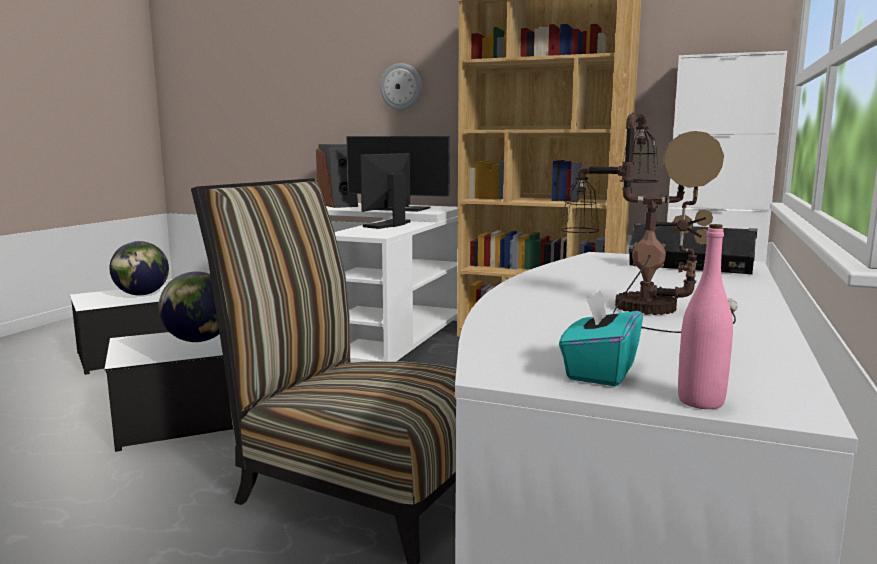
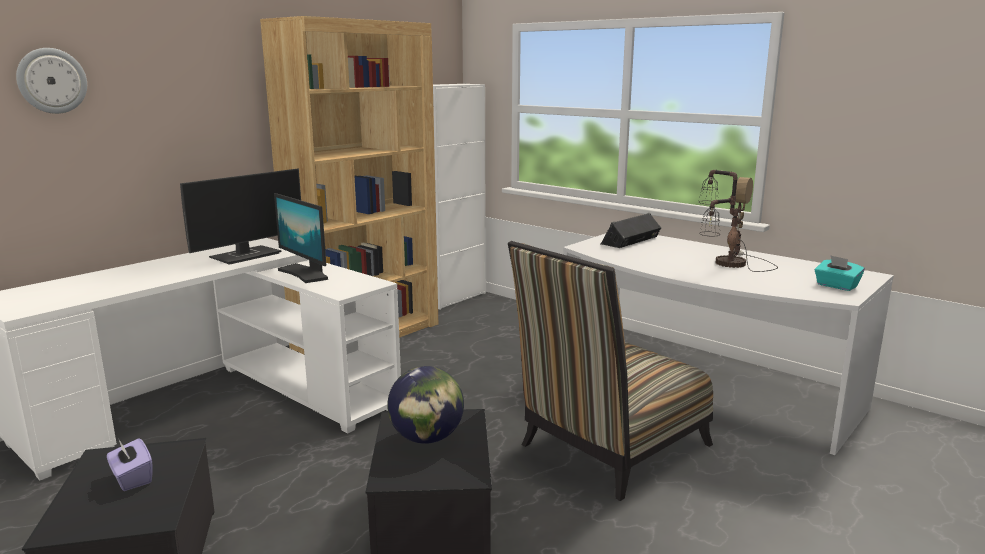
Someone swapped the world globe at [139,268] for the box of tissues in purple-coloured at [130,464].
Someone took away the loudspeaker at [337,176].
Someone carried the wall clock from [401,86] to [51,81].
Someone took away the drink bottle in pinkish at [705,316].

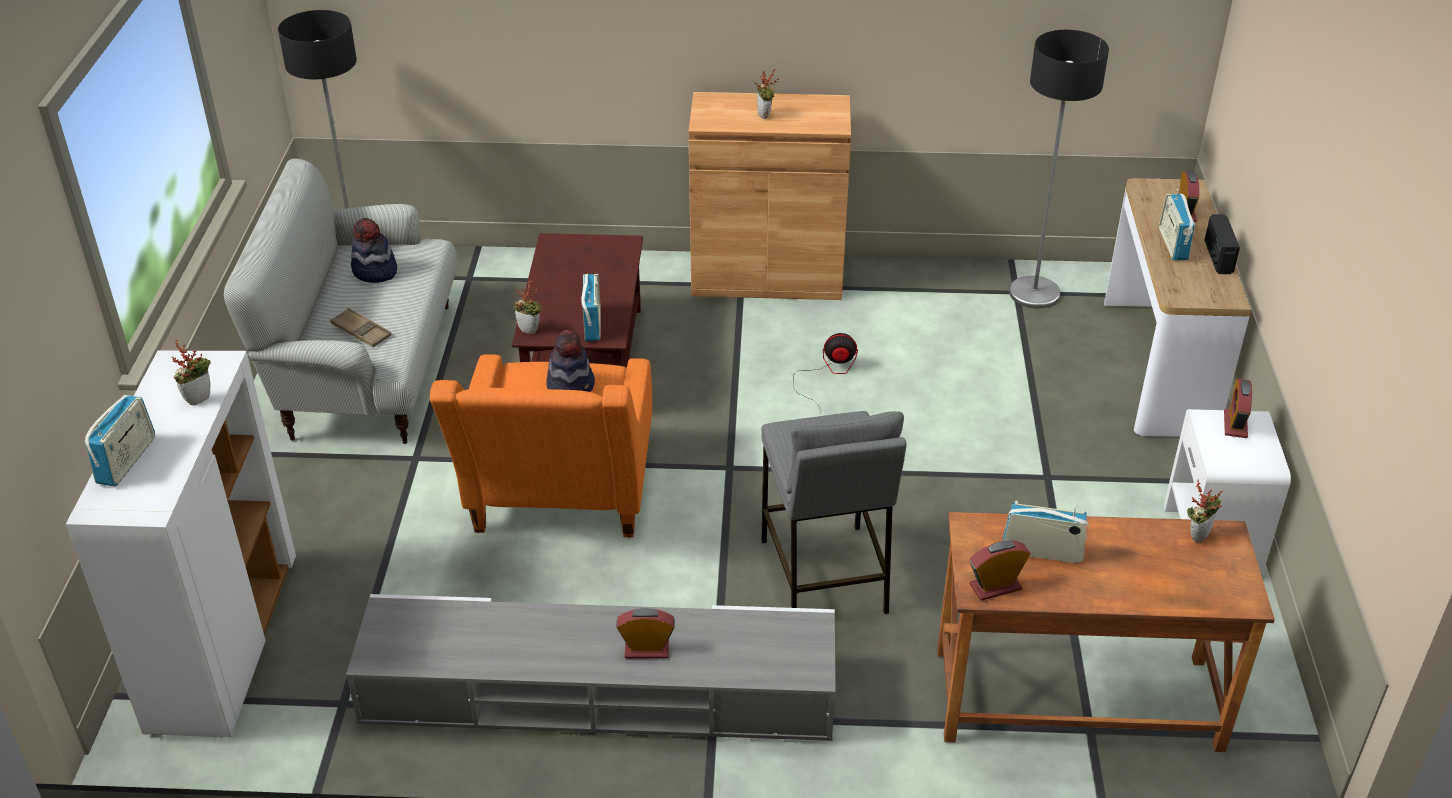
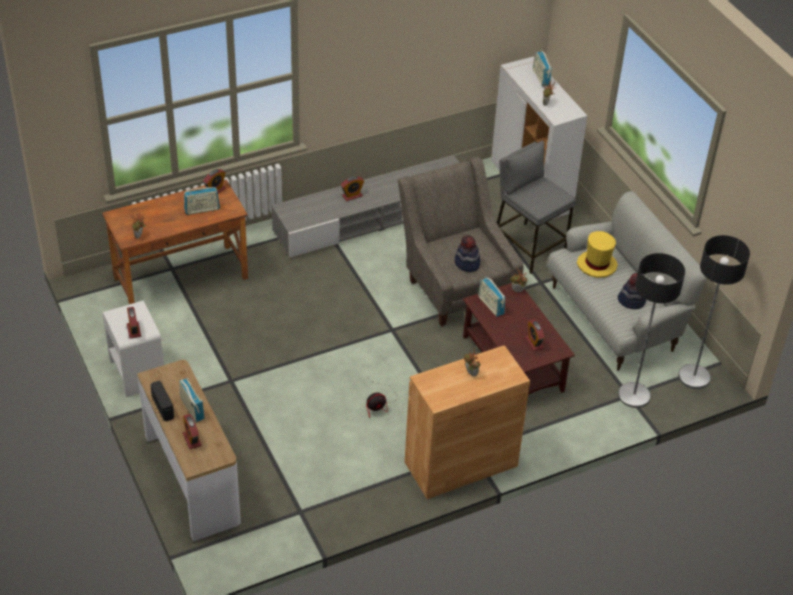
Someone swapped the serving tray in brownish at [360,327] for the hat in yellow at [597,254].
Someone repainted the lounge chair in orange-coloured at [541,445], which became the lounge chair in gray at [461,241].
Someone carried the stool seat in gray from [833,512] to [536,207].
Someone carried the floor lamp from [1059,169] to [651,330].
Someone put down the table clock at [535,335].

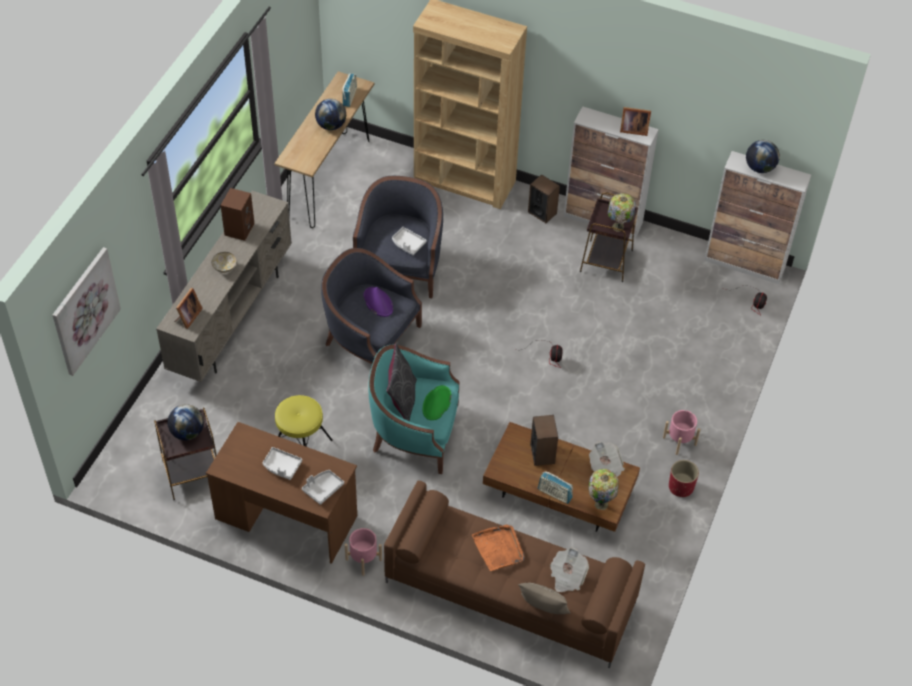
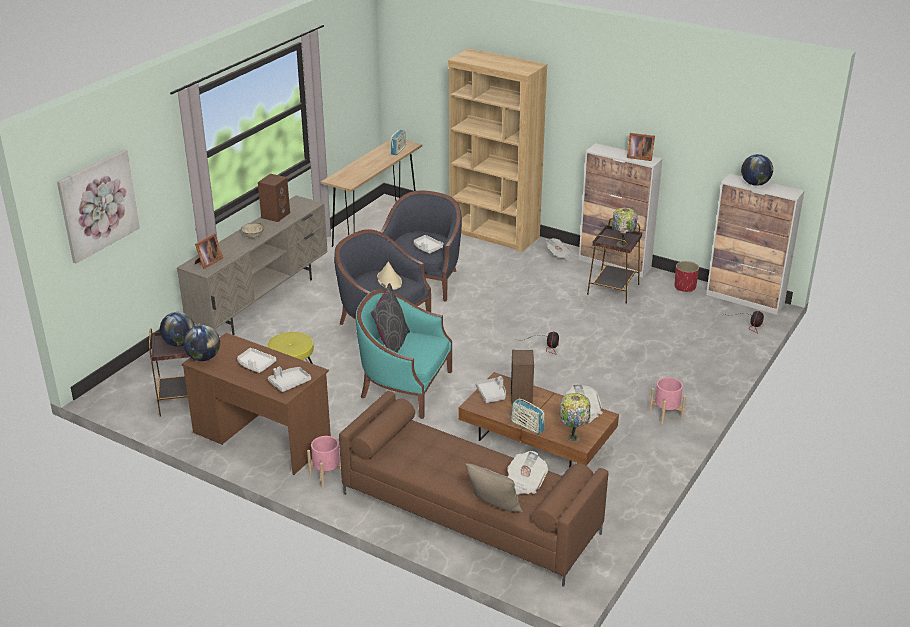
Someone carried the world globe from [330,114] to [201,343].
Someone repainted the hat in purple-coloured at [378,302], which became the hat in beige at [389,276].
Someone took away the hat in green at [437,402].
Someone took away the serving tray in orange-coloured at [498,548].
Someone swapped the loudspeaker at [544,198] for the daily paper at [559,249].
Someone carried the flower pot in red from [684,478] to [686,276].
Someone put down the serving tray in gray at [490,389].

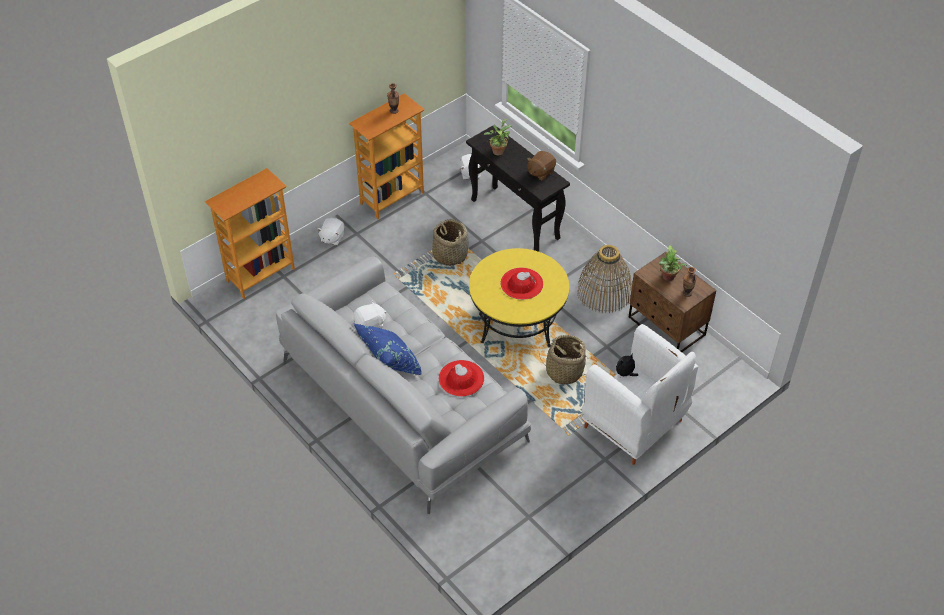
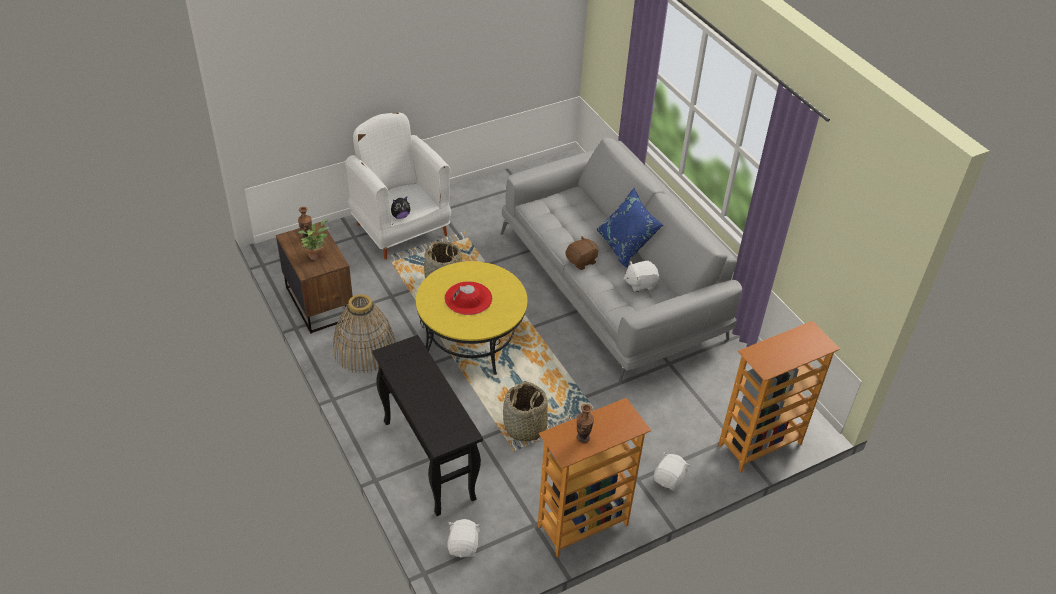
Someone took away the hat in red at [461,378].
Someone took away the potted plant at [498,137].
Someone carried the plush toy in brownish from [541,165] to [582,253].

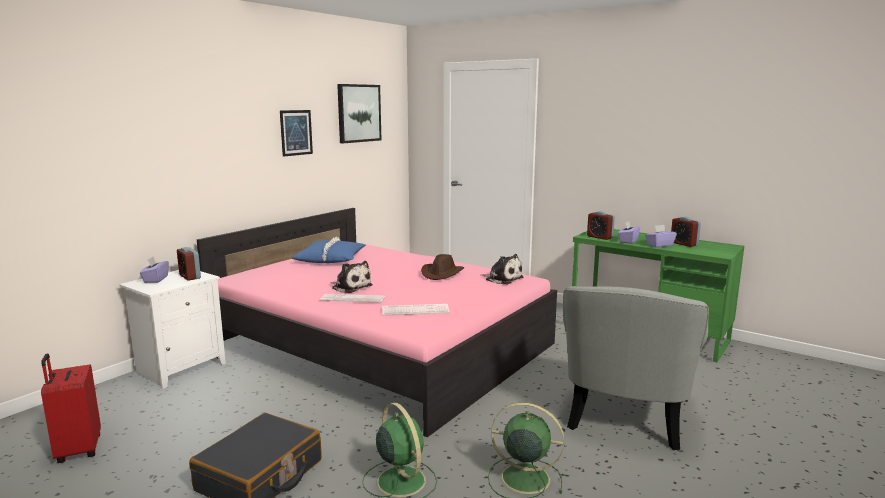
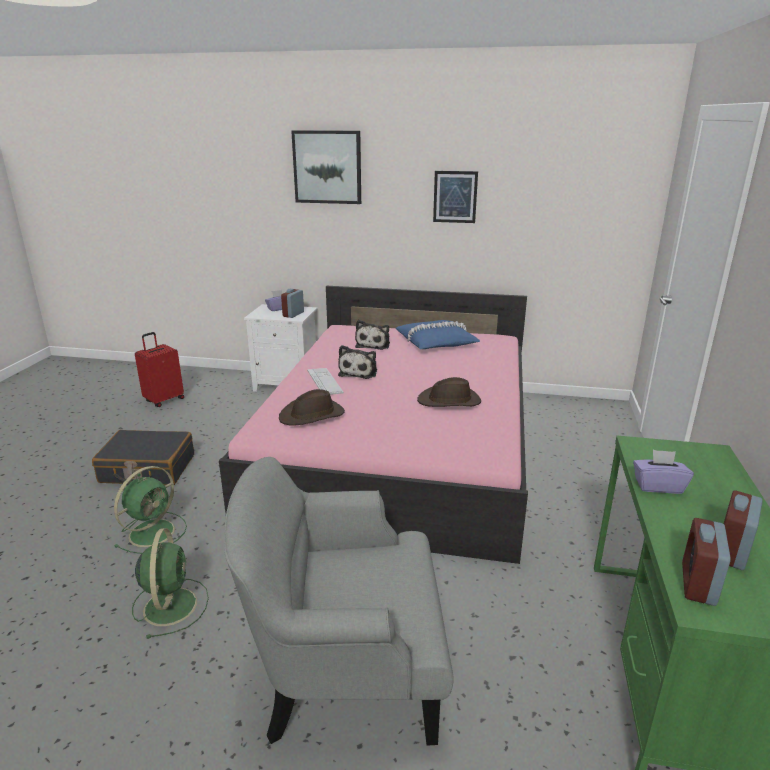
Someone carried the wall picture from [359,113] to [326,167].
Someone swapped the keyboard at [416,310] for the hat in brownish at [312,407].
Someone carried the plush toy from [502,269] to [372,335].
Someone carried the table clock from [601,225] to [706,562].
Someone took away the box of tissues in purple-coloured at [661,236].

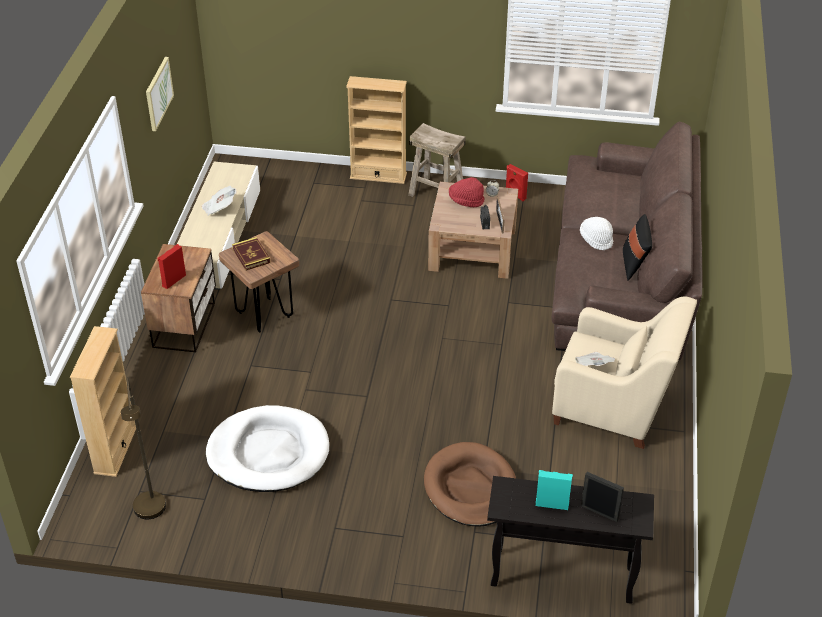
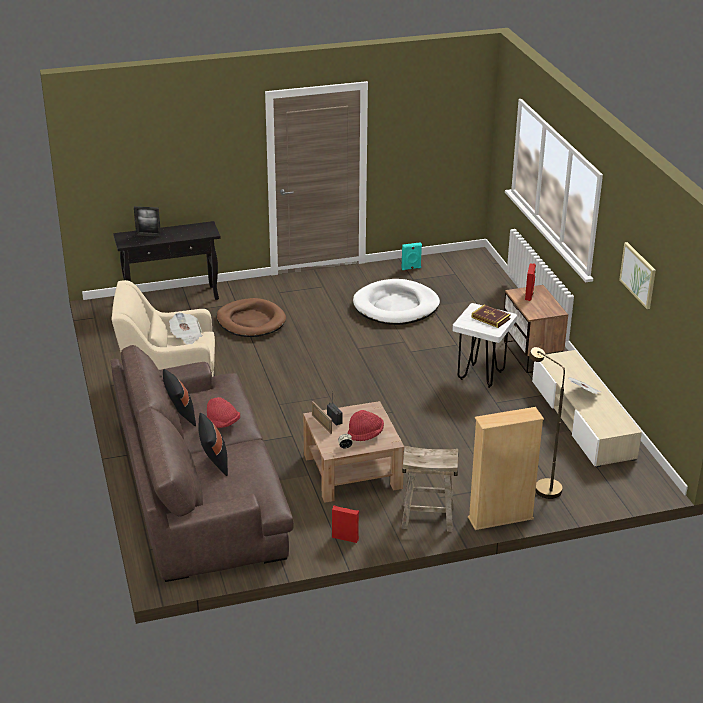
Someone took away the bookshelf in beige at [103,401].
Someone carried the floor lamp in brownish from [143,448] to [547,423].
Someone repainted the stool seat in brownish at [259,281], which became the stool seat in white-coloured at [484,345].
Someone carried the loudspeaker in turquoise-coloured from [554,490] to [412,256].
Someone repainted the hat in white-coloured at [596,233], which became the hat in red at [223,412].
Someone put down the throw pillow in black-coloured at [213,444].

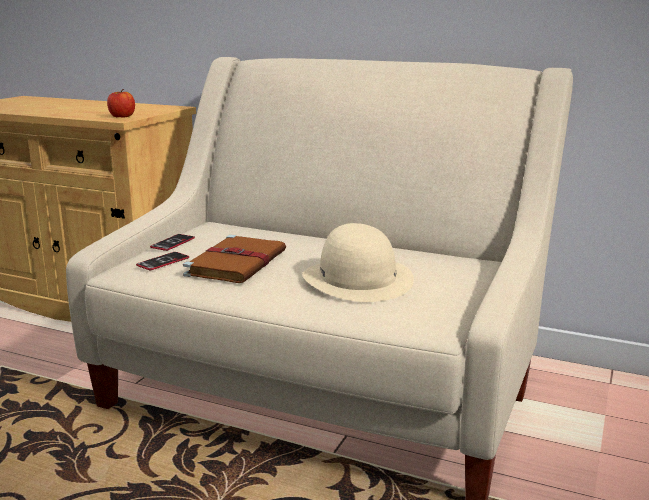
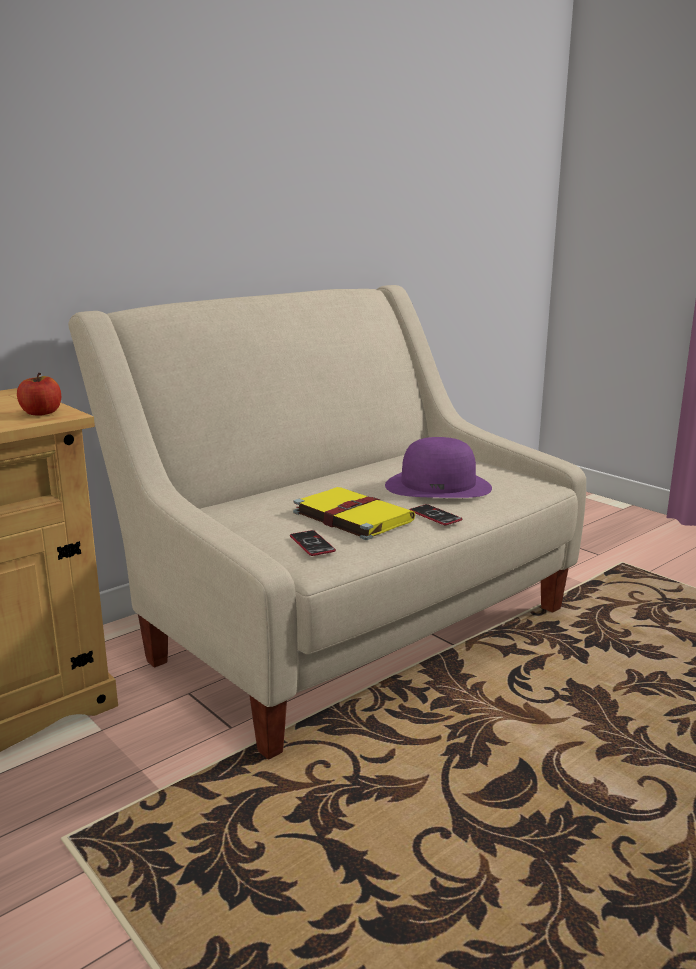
Someone carried the phone from [172,242] to [436,514].
Someone repainted the bound book in brownish at [234,259], which became the bound book in yellow at [354,513].
Someone repainted the hat in beige at [358,262], which became the hat in purple-coloured at [438,467].

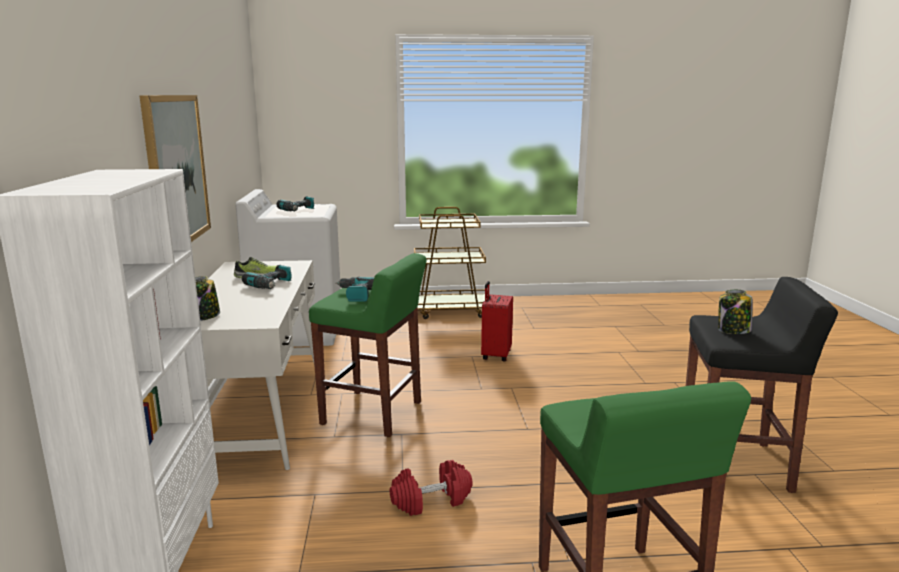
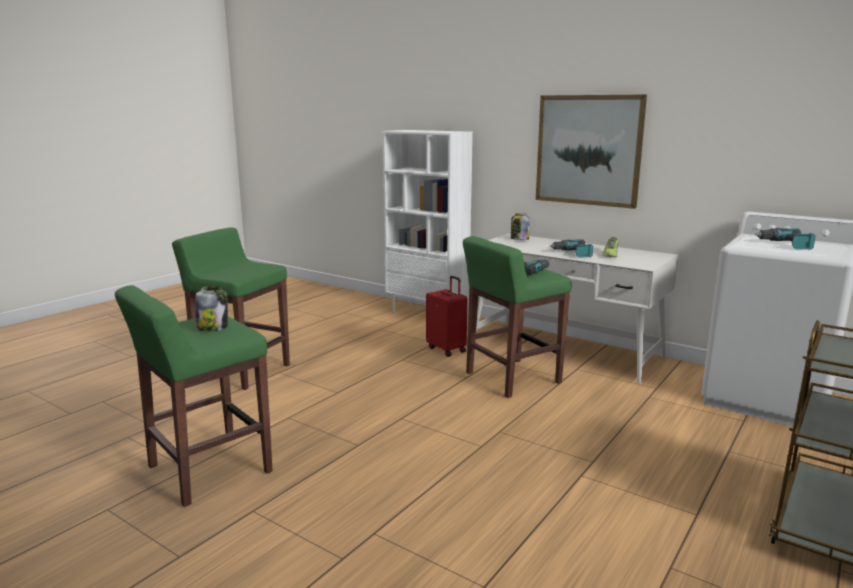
Someone took away the hand weight in red at [431,488].
Someone carried the piece of luggage in red from [497,321] to [446,316].
Someone repainted the stool seat in black-coloured at [762,385], which became the stool seat in green at [194,396].

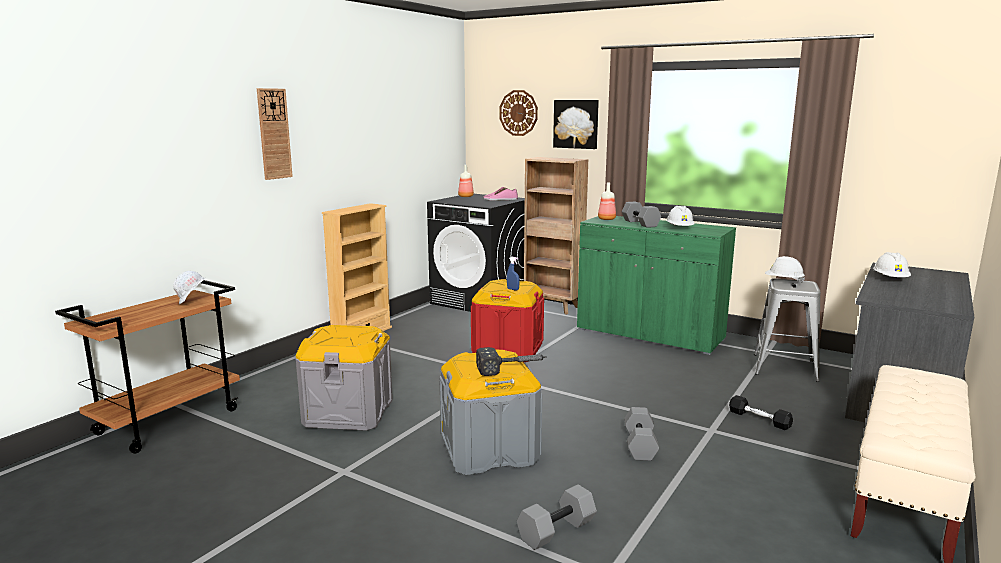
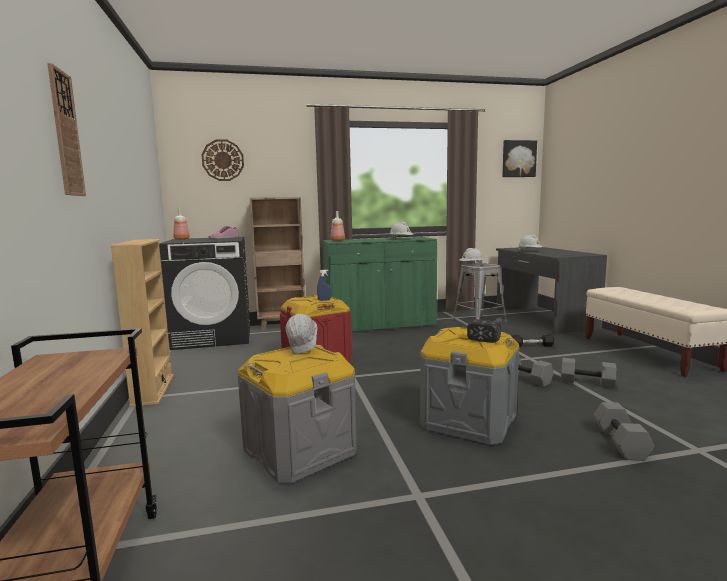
Someone carried the safety helmet in white-coloured from [189,287] to [301,334].
Someone carried the wall picture from [576,124] to [519,158].
Someone carried the hand weight in gray from [641,215] to [588,373].

